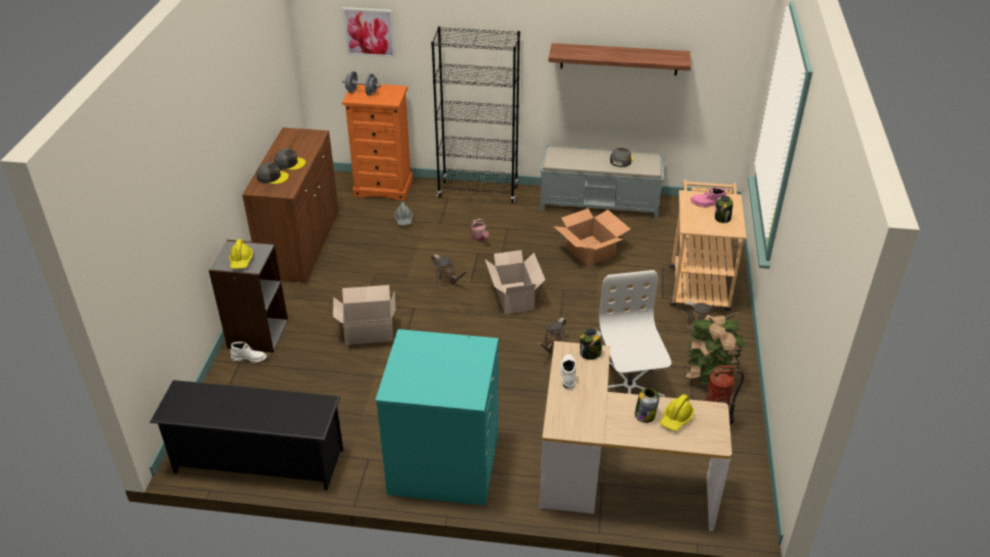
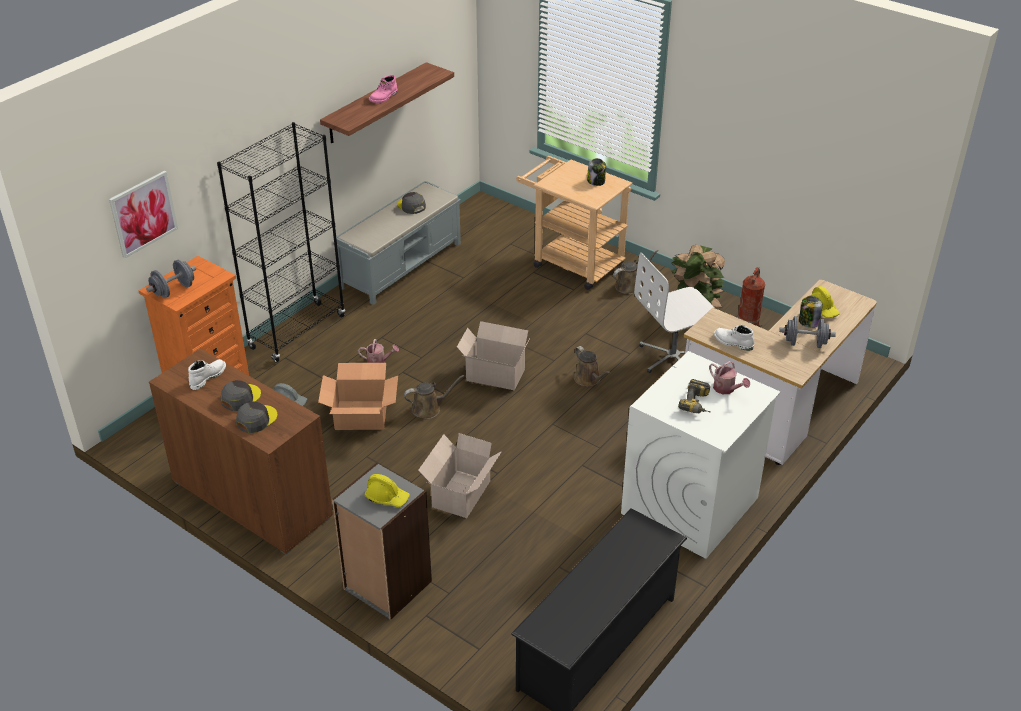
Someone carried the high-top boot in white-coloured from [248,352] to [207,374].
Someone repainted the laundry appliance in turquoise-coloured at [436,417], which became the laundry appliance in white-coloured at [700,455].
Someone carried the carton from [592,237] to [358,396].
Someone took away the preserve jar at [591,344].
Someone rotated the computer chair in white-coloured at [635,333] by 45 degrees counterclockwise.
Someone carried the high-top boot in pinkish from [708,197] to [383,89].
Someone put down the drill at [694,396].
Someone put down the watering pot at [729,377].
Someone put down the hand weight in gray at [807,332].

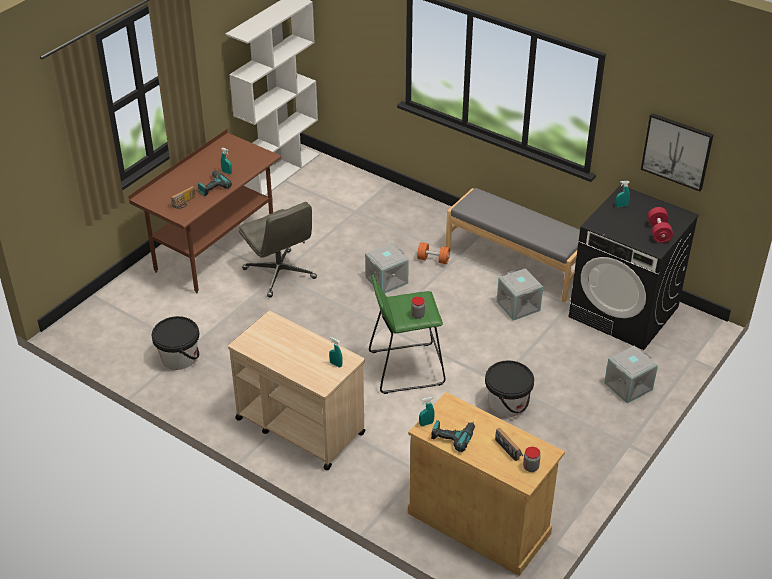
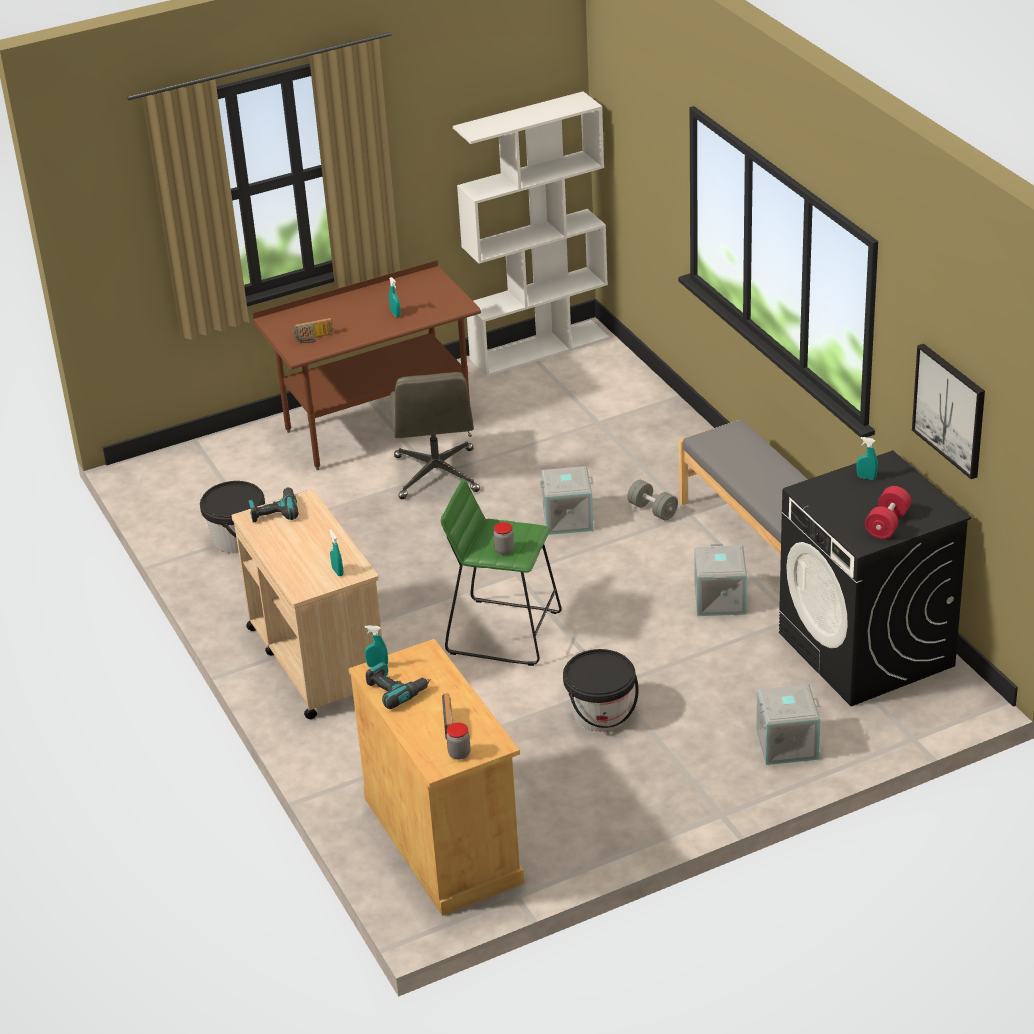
Someone carried the drill from [215,183] to [273,505].
Someone repainted the hand weight in orange-coloured at [433,253], which became the hand weight in gray at [652,500].

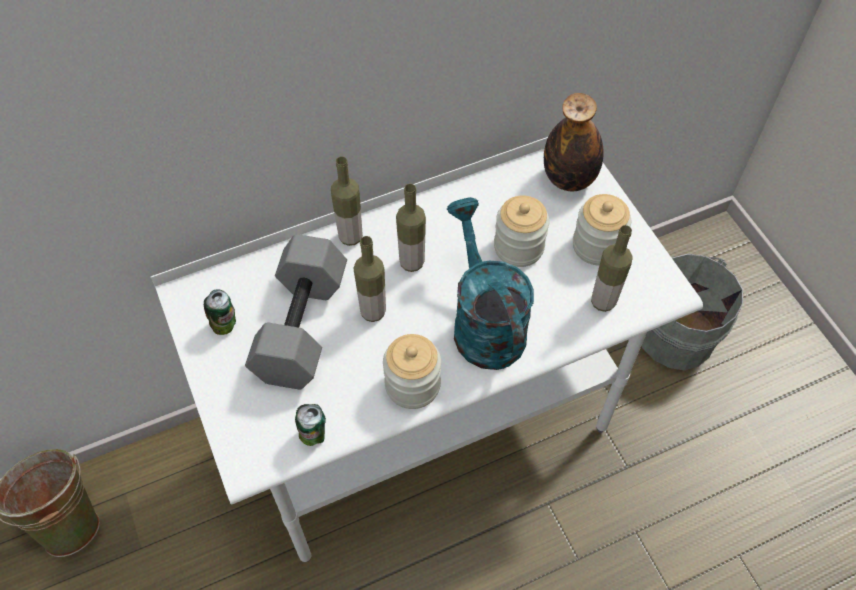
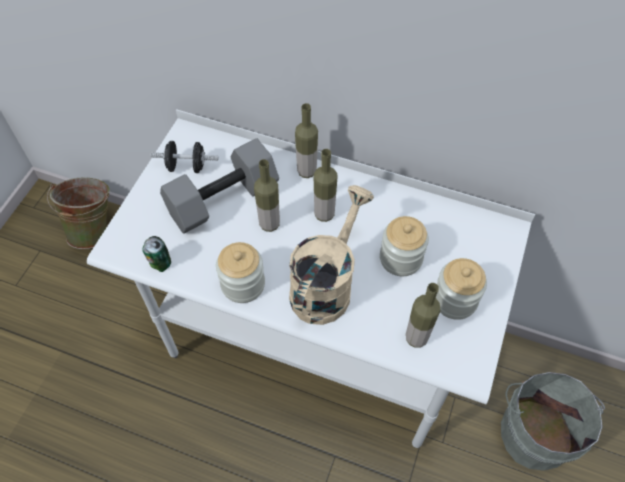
Someone swapped the metal can at [220,312] for the hand weight in black-coloured at [184,157].
Someone repainted the watering pot in turquoise-coloured at [490,283], which became the watering pot in beige at [331,255].
Someone took away the drink bottle at [573,142].

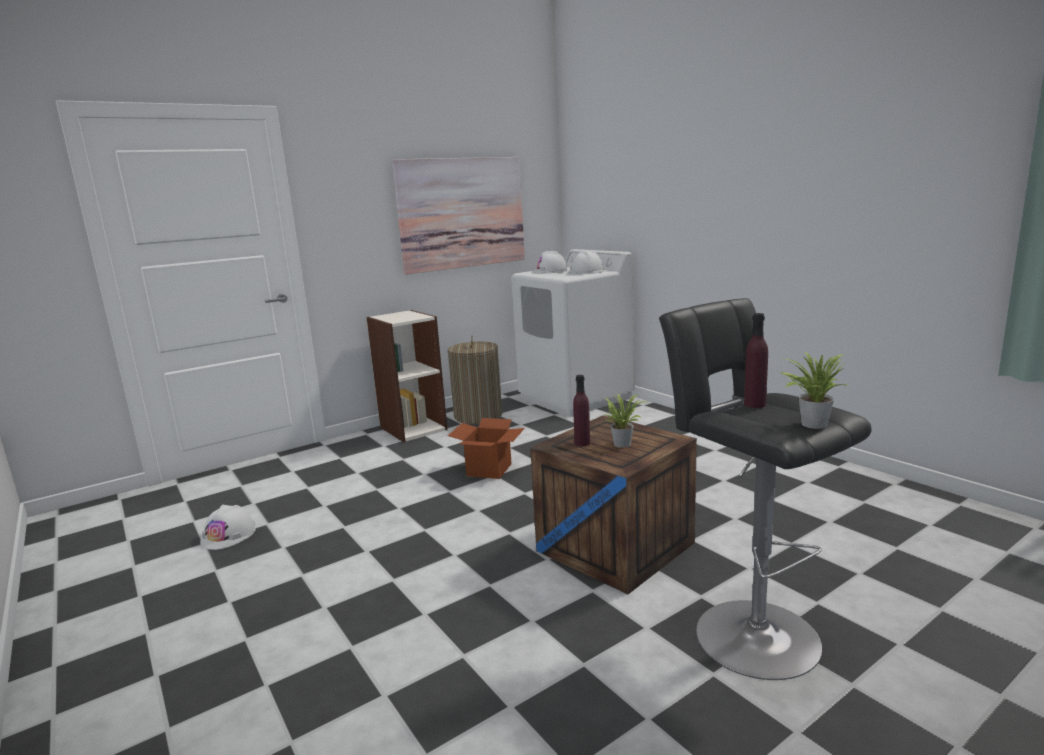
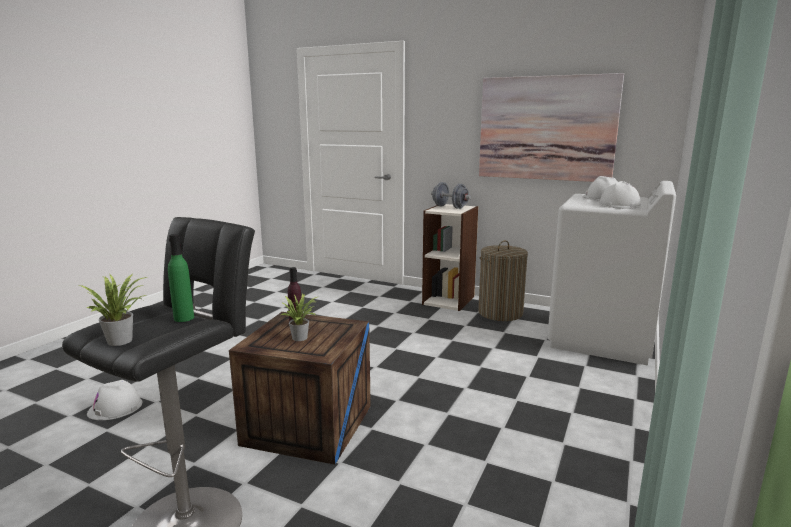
Someone carried the safety helmet in white-coloured from [228,527] to [115,400].
Someone took away the carton at [486,448].
Someone repainted the drink bottle in purple-coloured at [756,360], which became the drink bottle in green at [181,278].
Someone put down the hand weight in gray at [451,195].

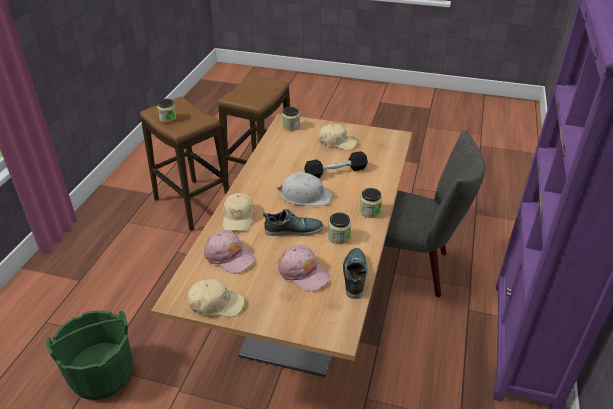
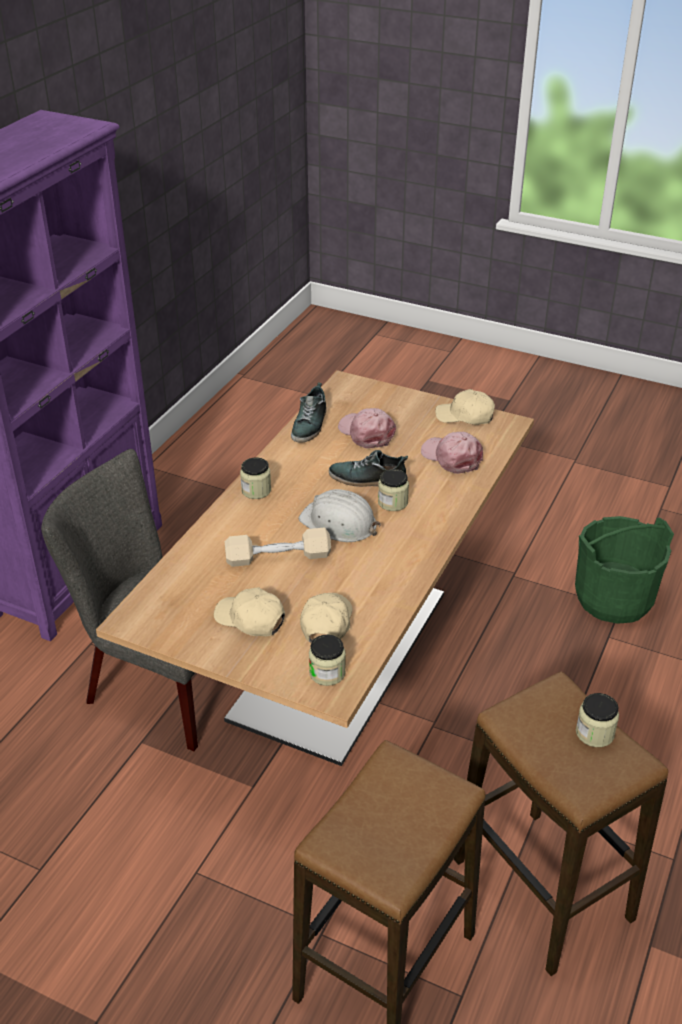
Someone carried the peaked cap in beige from [238,212] to [326,618].
Someone repainted the hand weight in black-coloured at [336,164], which became the hand weight in beige at [278,547].
Someone carried the preserve jar from [339,228] to [393,490].

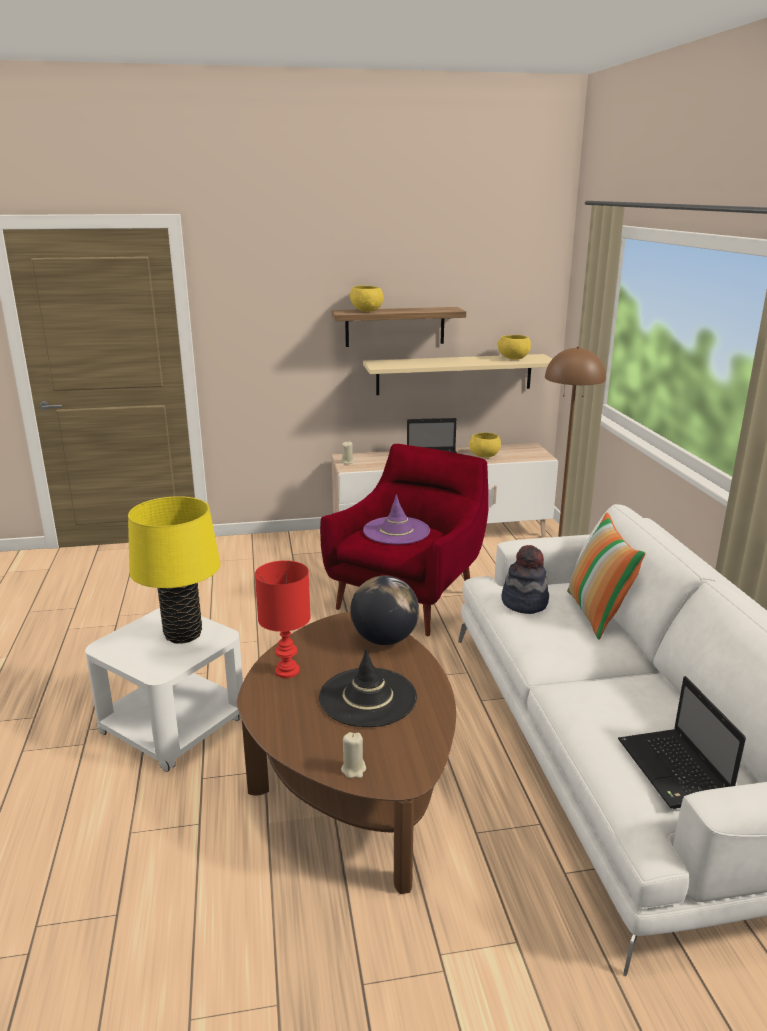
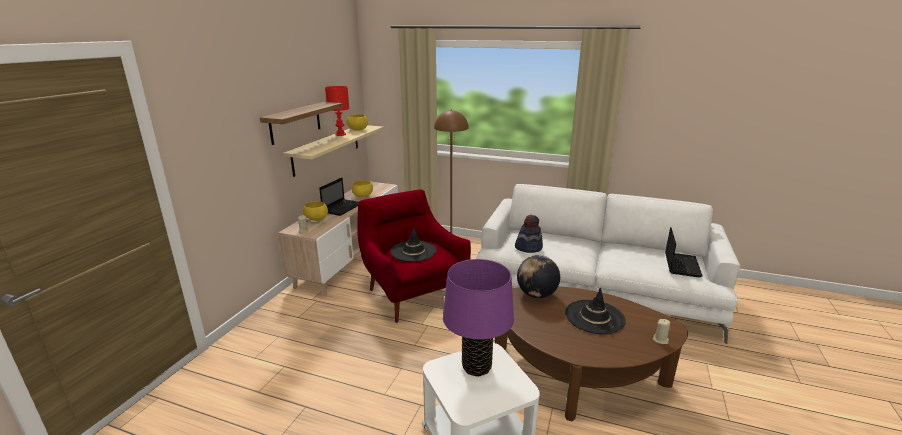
Someone repainted the lamp for a table in yellow at [174,570], which became the lamp for a table in purple-coloured at [478,318].
Someone carried the lamp for a table in red from [283,619] to [337,111].
Someone carried the deep dish in yellow from [367,299] to [315,211].
Someone repainted the hat in purple-coloured at [396,519], which became the hat in black-coloured at [414,244].
Someone took away the throw pillow at [606,575].
Someone rotated the portable computer at [682,742] by 90 degrees counterclockwise.

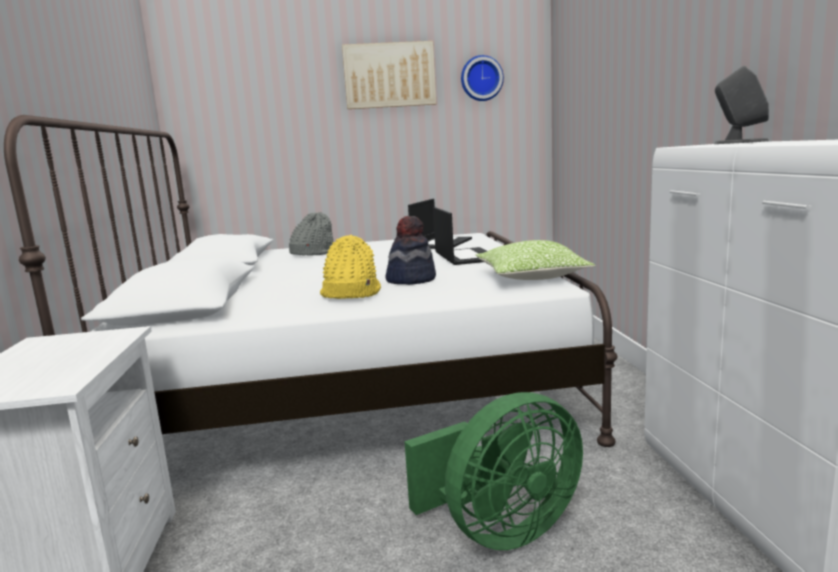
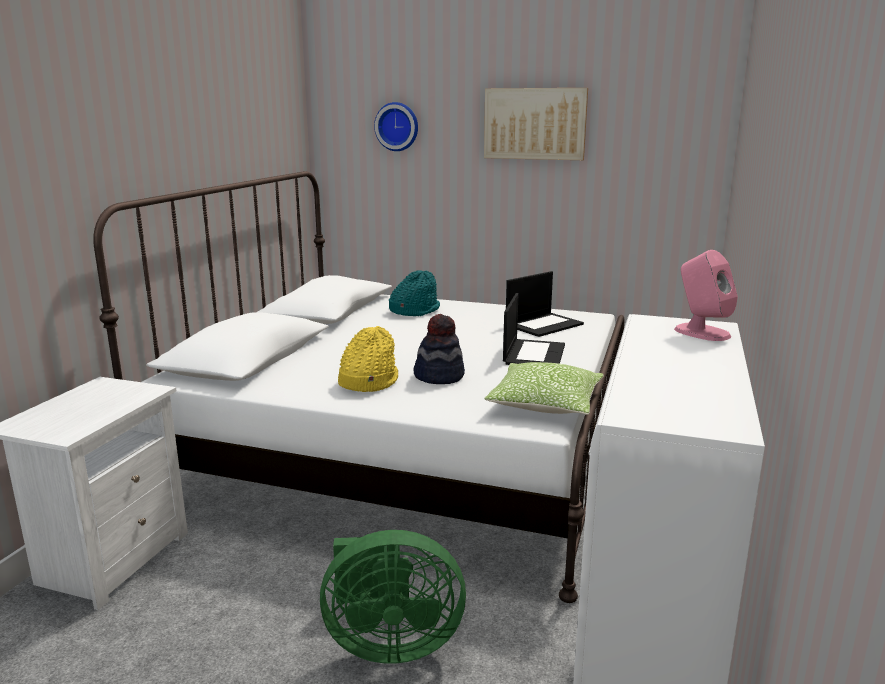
Someone repainted the hat in gray at [311,234], which became the hat in turquoise-coloured at [414,293].
Someone carried the wall clock from [482,78] to [396,126].
Someone repainted the loudspeaker in gray at [741,104], which became the loudspeaker in pinkish at [706,295].

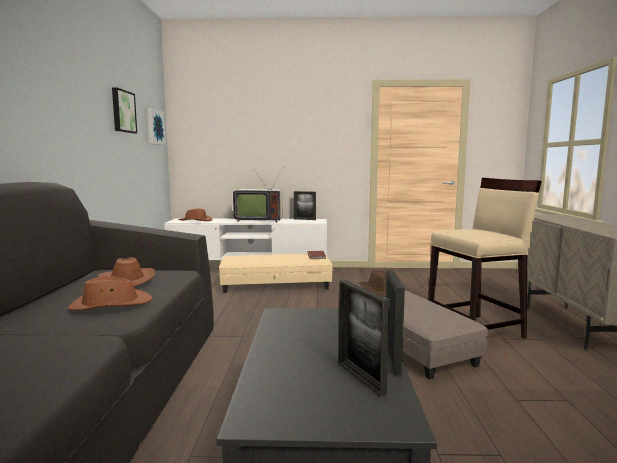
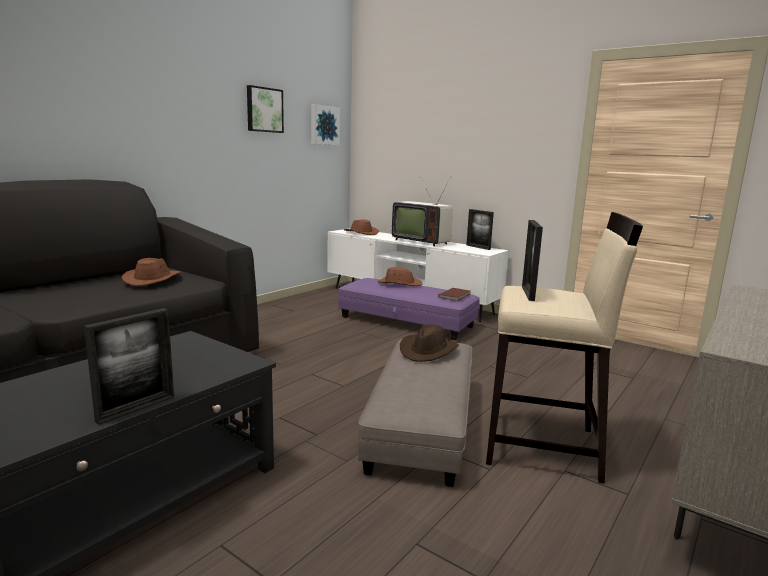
Someone carried the hat in brownish from [110,293] to [400,276].
Someone repainted the pouffe in beige at [276,273], which became the pouffe in purple-coloured at [409,309].
Someone carried the picture frame from [364,338] to [532,260].

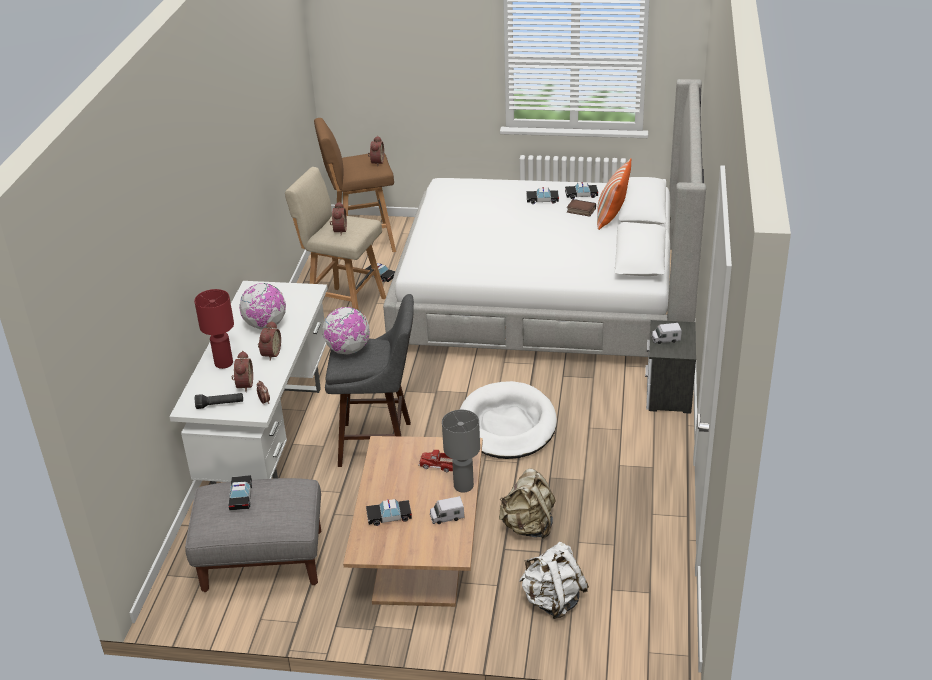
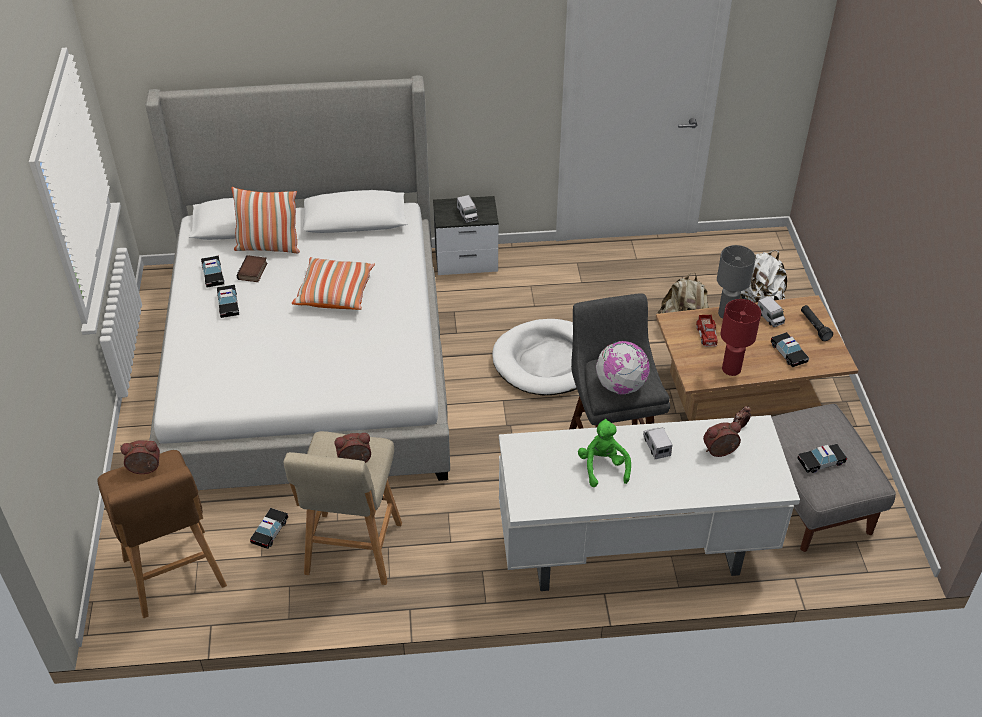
Someone carried the lamp for a table in red from [214,329] to [741,337].
Someone carried the flashlight in black-coloured from [219,401] to [817,323].
Someone swapped the world globe at [262,306] for the plush toy in green at [604,453].
Someone swapped the table clock at [269,341] for the toy lorry at [657,443].
Someone put down the throw pillow at [333,283].

